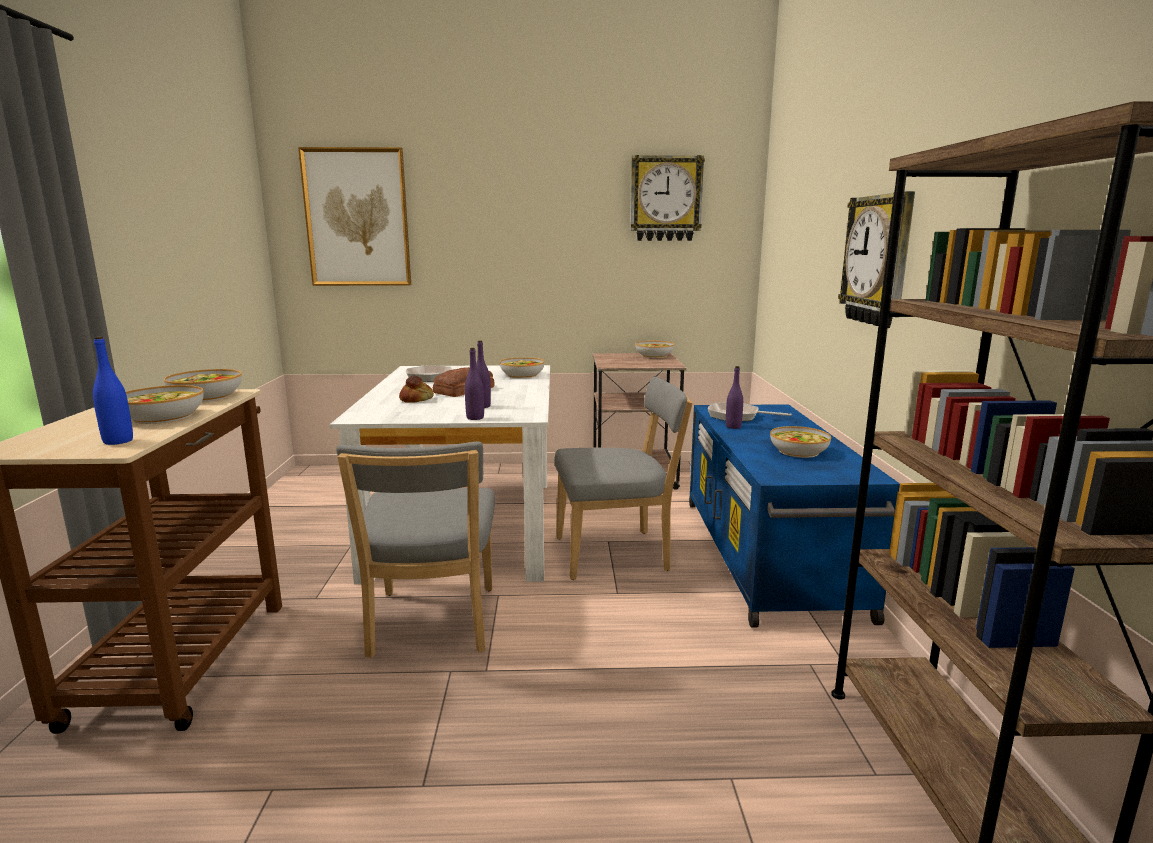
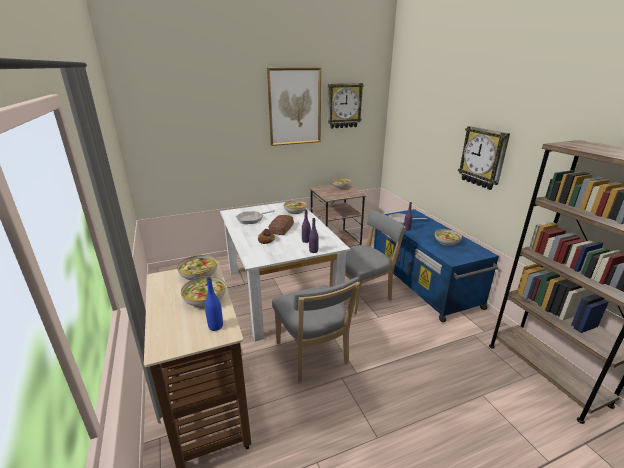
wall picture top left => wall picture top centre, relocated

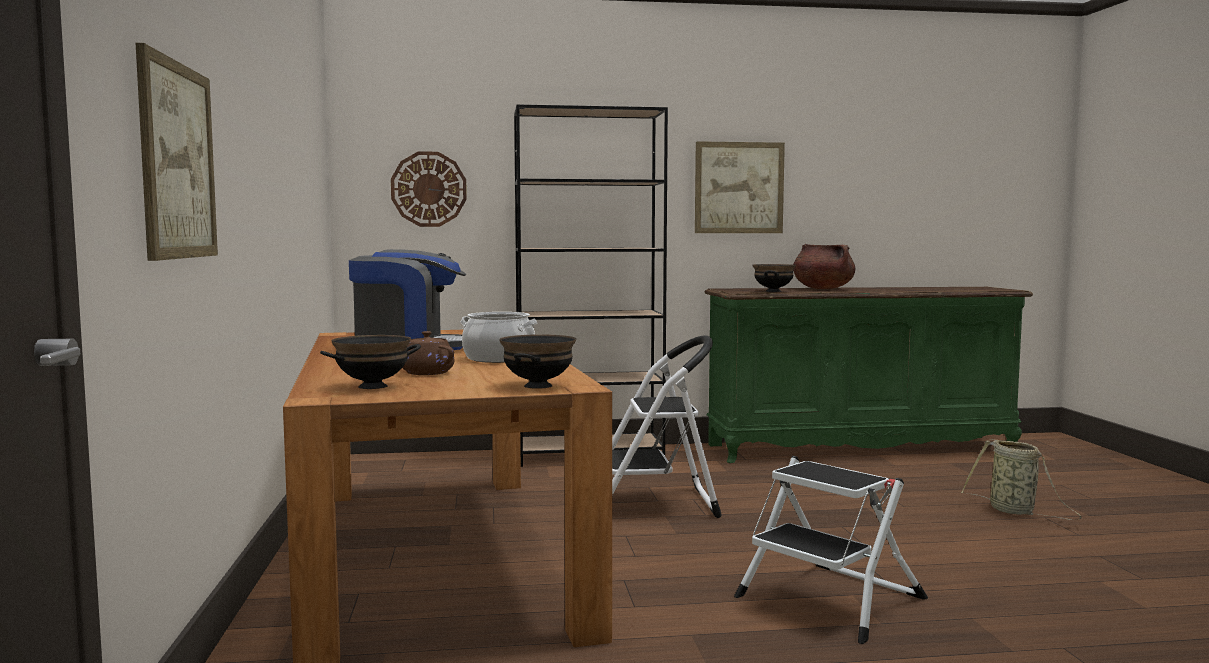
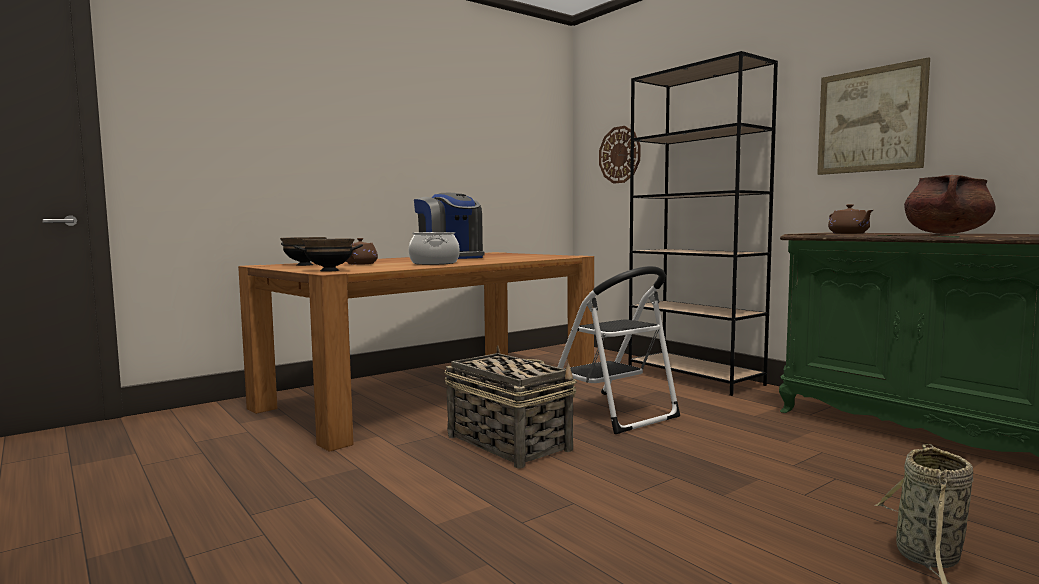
wall picture (no. 1 from left) top left => nothing
blackish deep dish (no. 3 from left) centre => brown teapot (no. 2 from left) middle right
step stool (no. 2 from left) bottom right => nothing
nothing => household basket (no. 1 from left) bottom centre

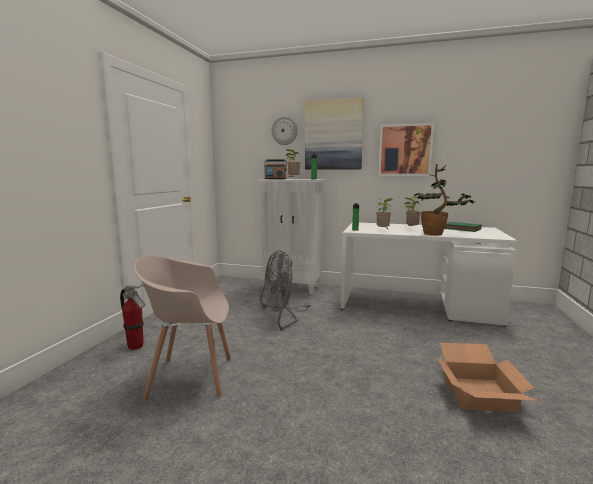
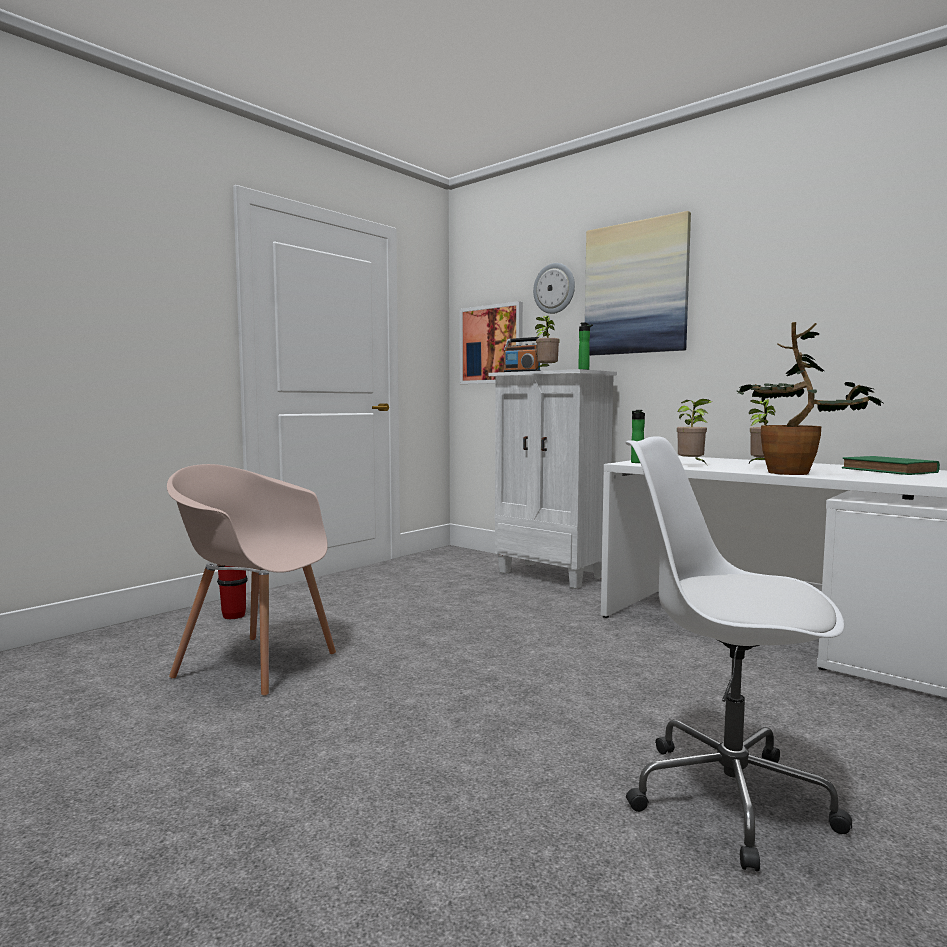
wall picture (no. 2 from left in the first image) top right => wall picture (no. 1 from left) centre, relocated
gray cooling fan centre => nothing
packing box bottom right => whitish computer chair bottom right

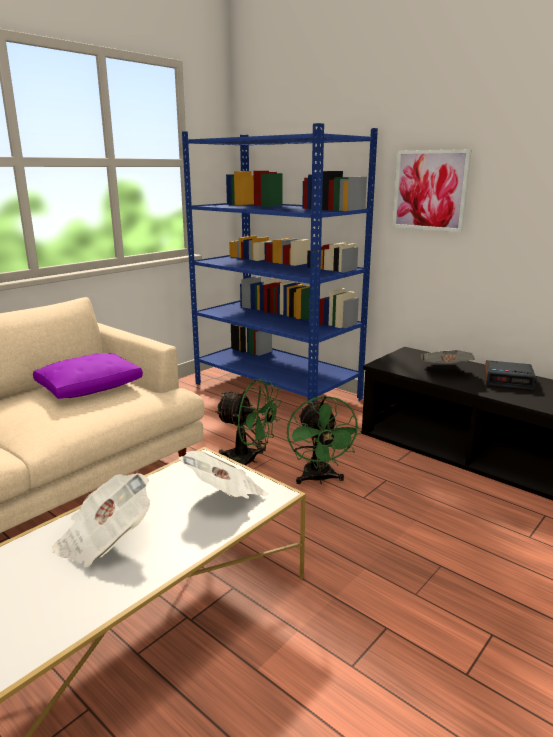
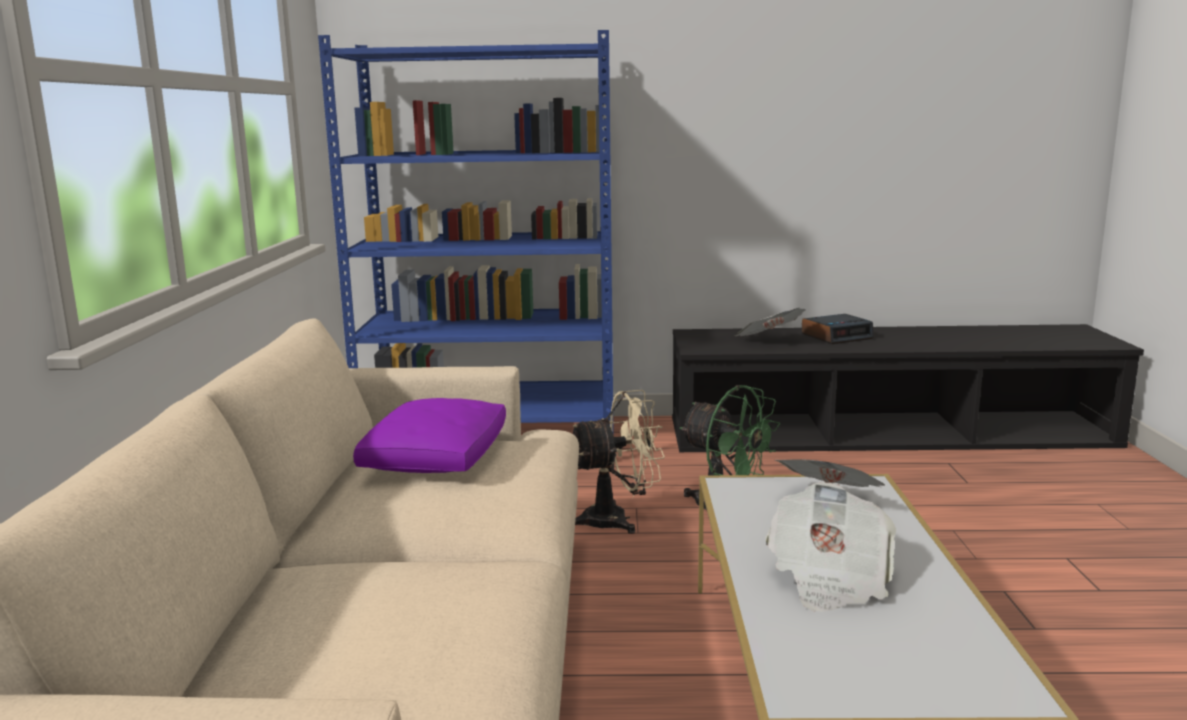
wall picture top right => nothing
green cooling fan (no. 1 from left) centre => sand-coloured cooling fan centre

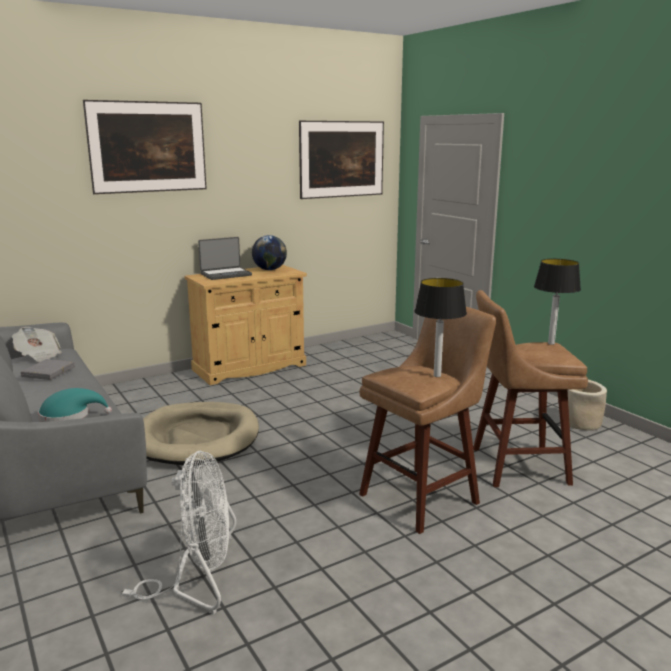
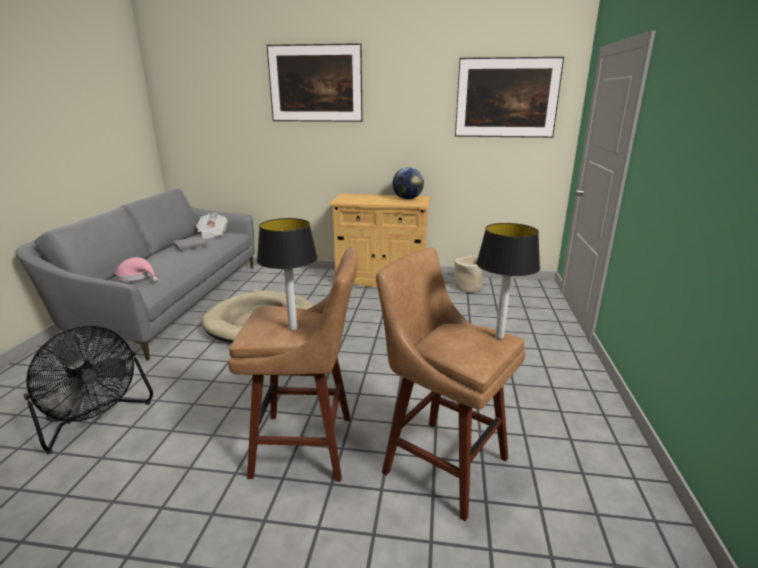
notebook computer centre => nothing
sand-coloured planter middle right => sand-coloured planter centre, relocated
blue-green clothing hat middle left => pink clothing hat middle left
whitish cooling fan bottom left => blackish cooling fan bottom left

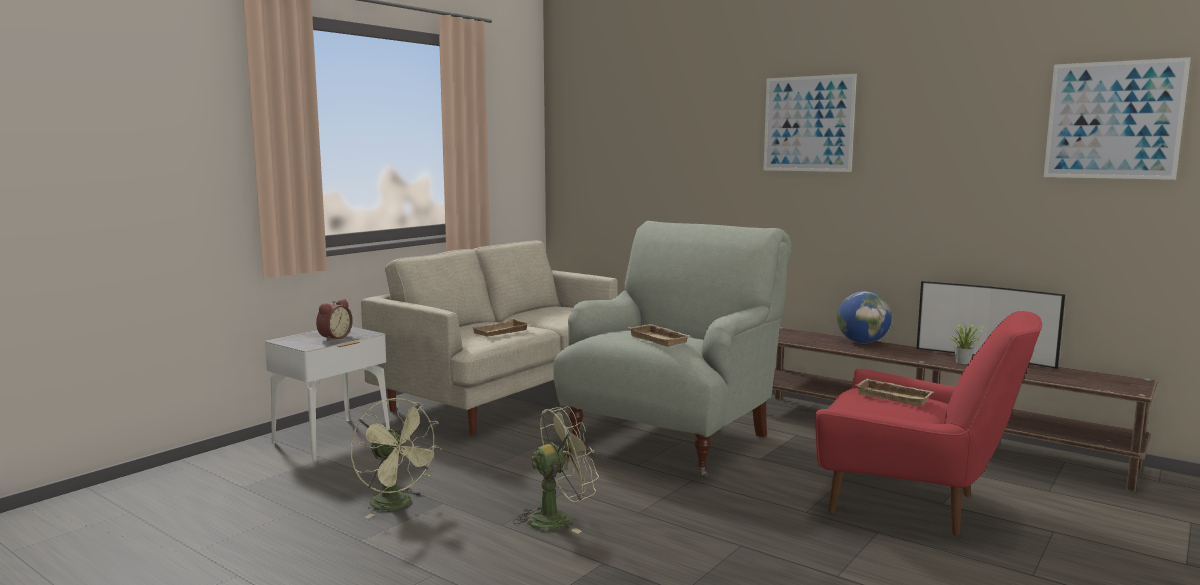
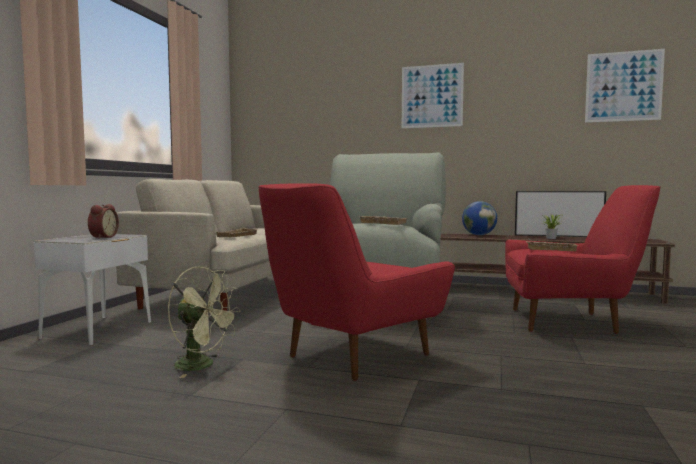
green cooling fan (no. 2 from left) bottom centre => red easy chair (no. 1 from left) centre

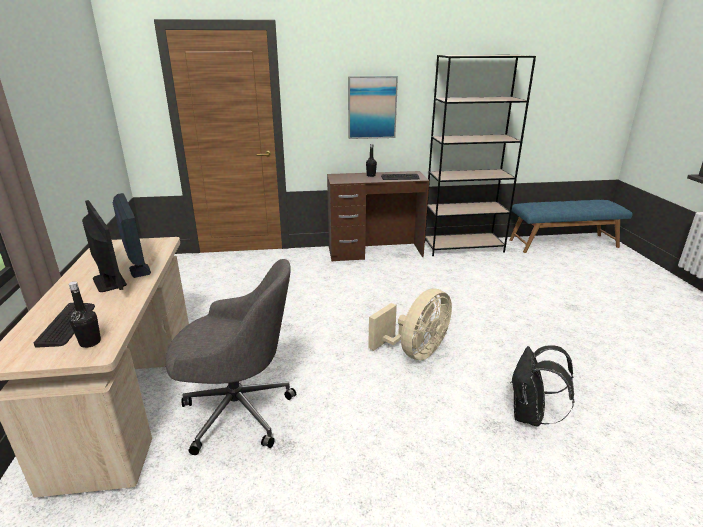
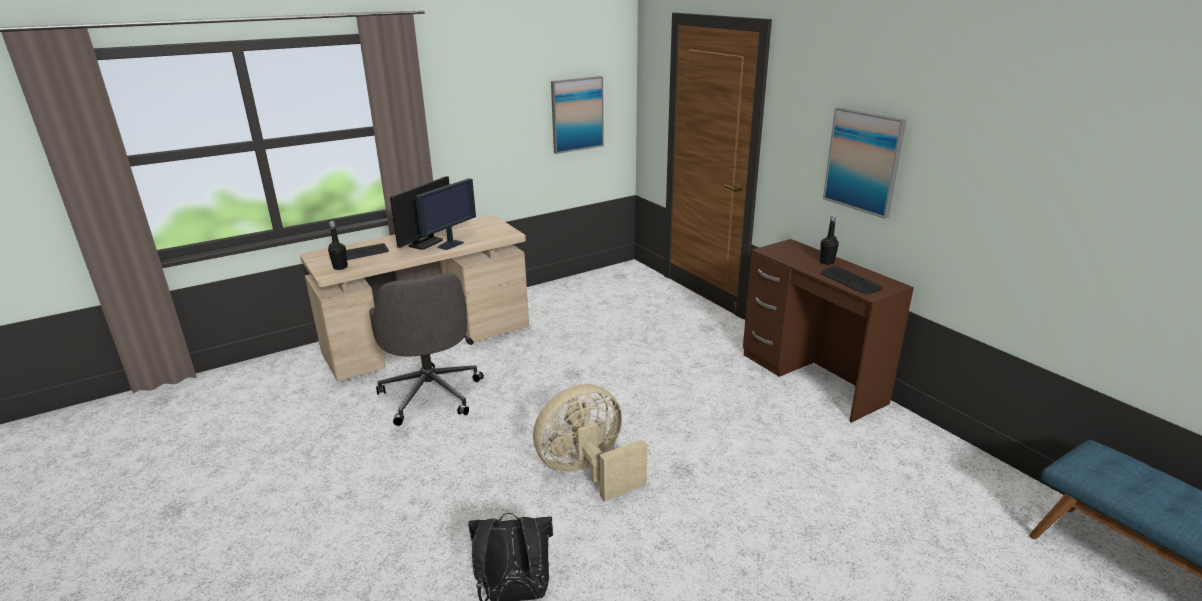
sand-coloured shelving unit top right => nothing
sand-coloured cooling fan centre => sand-coloured cooling fan bottom centre, 135 degrees clockwise
nothing => wall picture (no. 1 from left) top centre

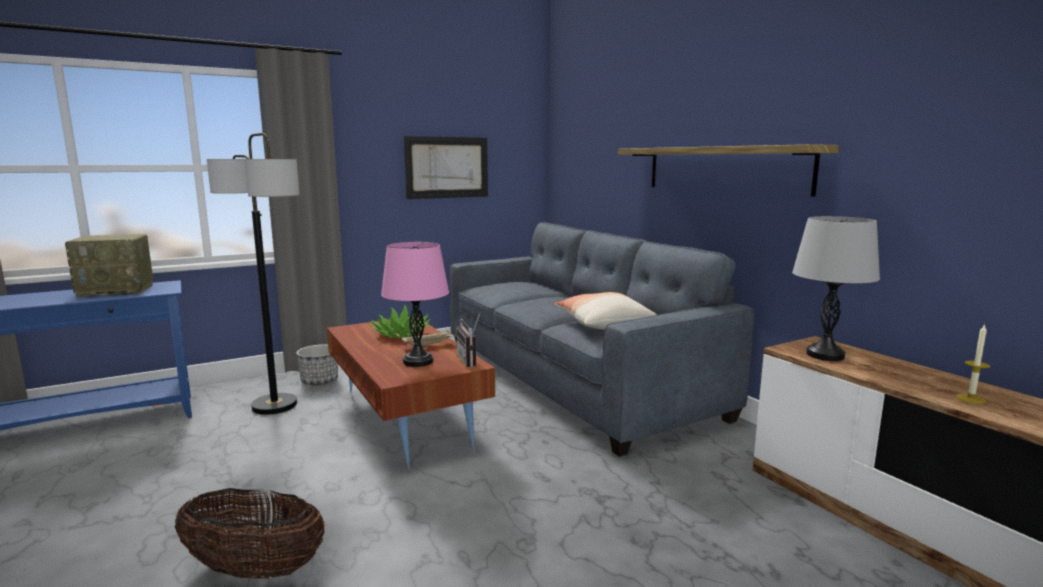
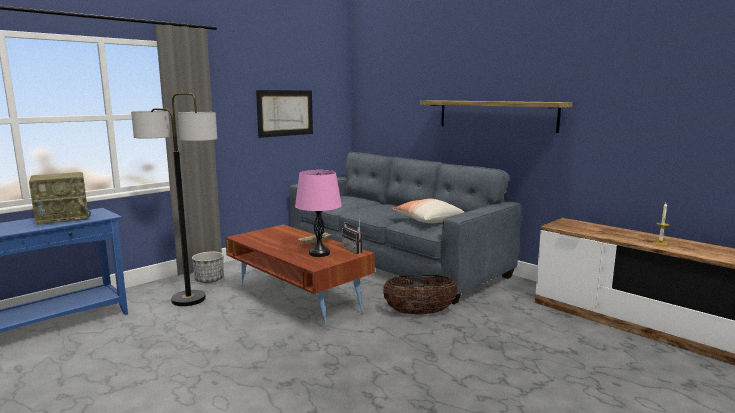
gray lamp for a table middle right => nothing
houseplant centre => nothing
household basket bottom left => household basket bottom centre, relocated

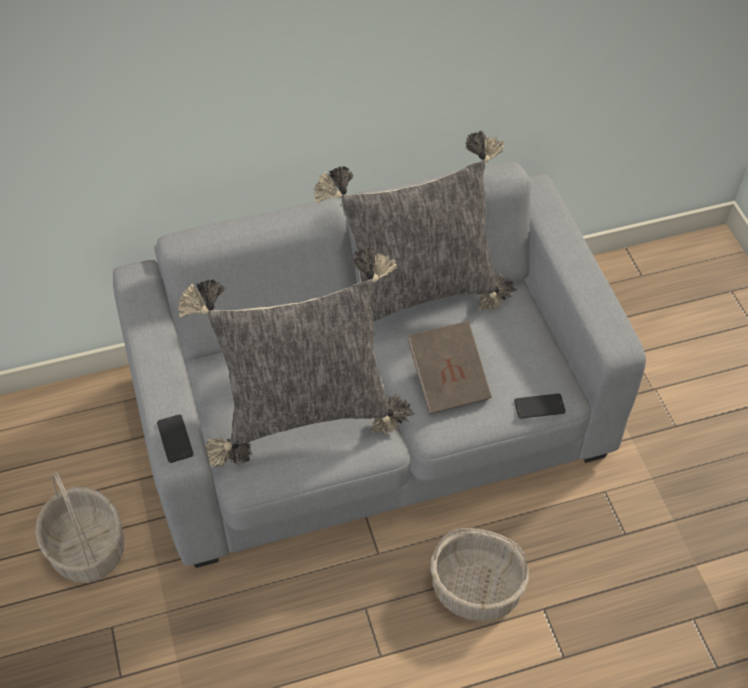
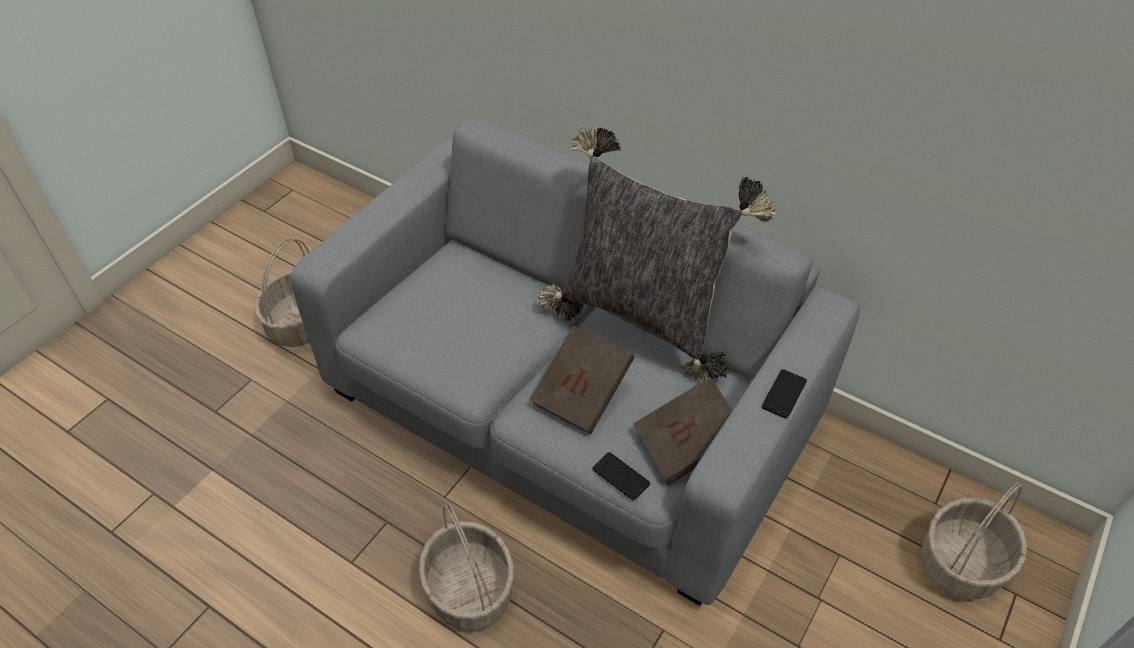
throw pillow (no. 1 from left) centre => nothing
handset (no. 1 from left in the first image) middle left => handset (no. 2 from left) middle right, relocated
nothing => brown volume (no. 2 from left) centre
nothing => household basket (no. 3 from left) bottom right

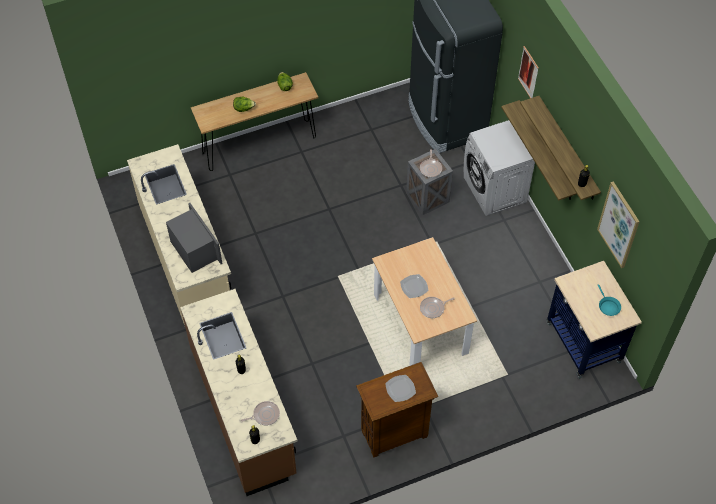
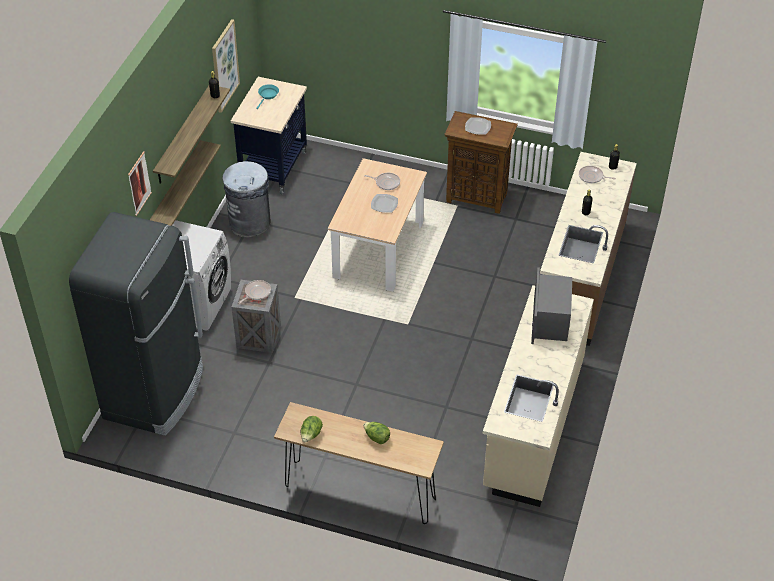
nothing => gray rubbish bin middle left

